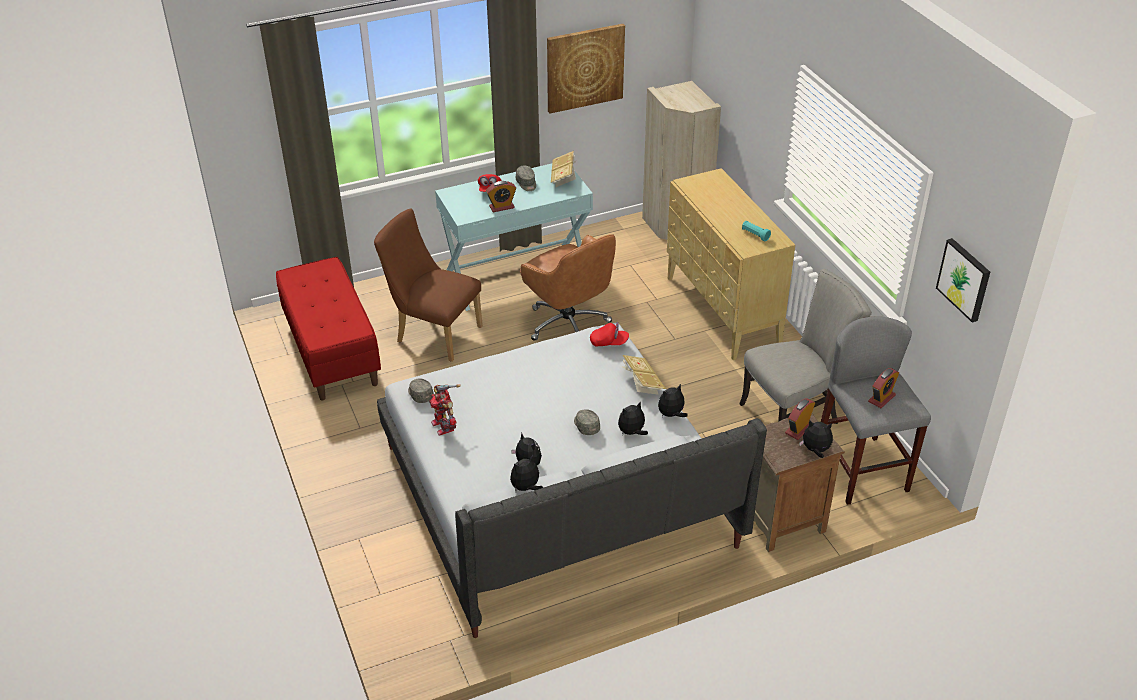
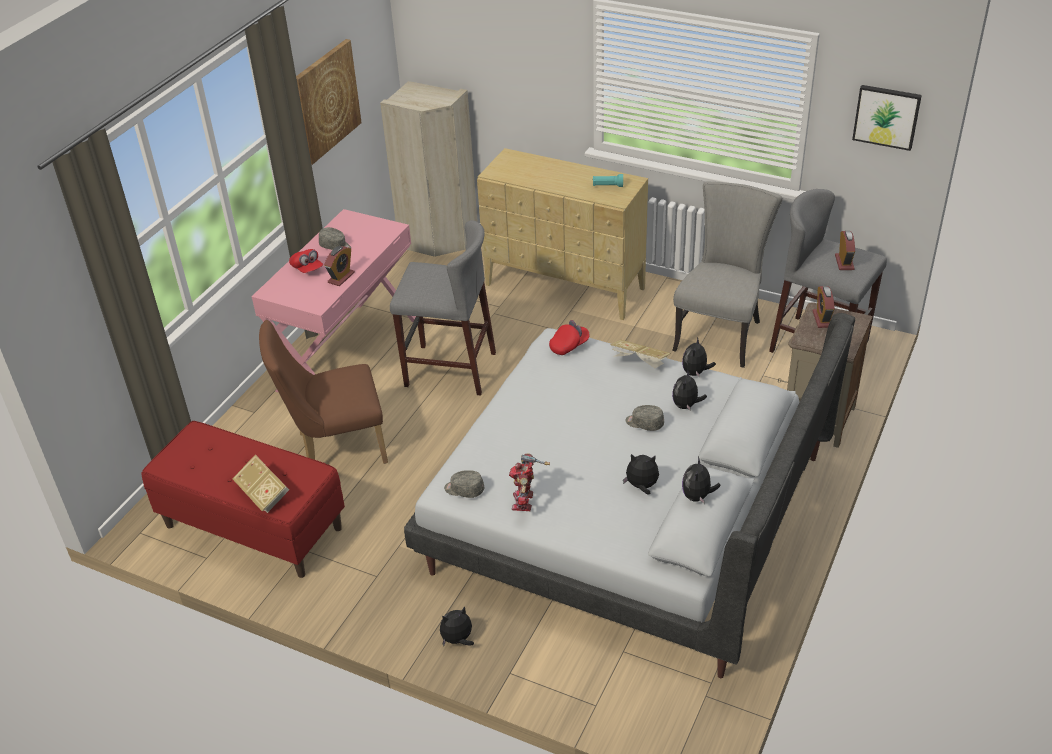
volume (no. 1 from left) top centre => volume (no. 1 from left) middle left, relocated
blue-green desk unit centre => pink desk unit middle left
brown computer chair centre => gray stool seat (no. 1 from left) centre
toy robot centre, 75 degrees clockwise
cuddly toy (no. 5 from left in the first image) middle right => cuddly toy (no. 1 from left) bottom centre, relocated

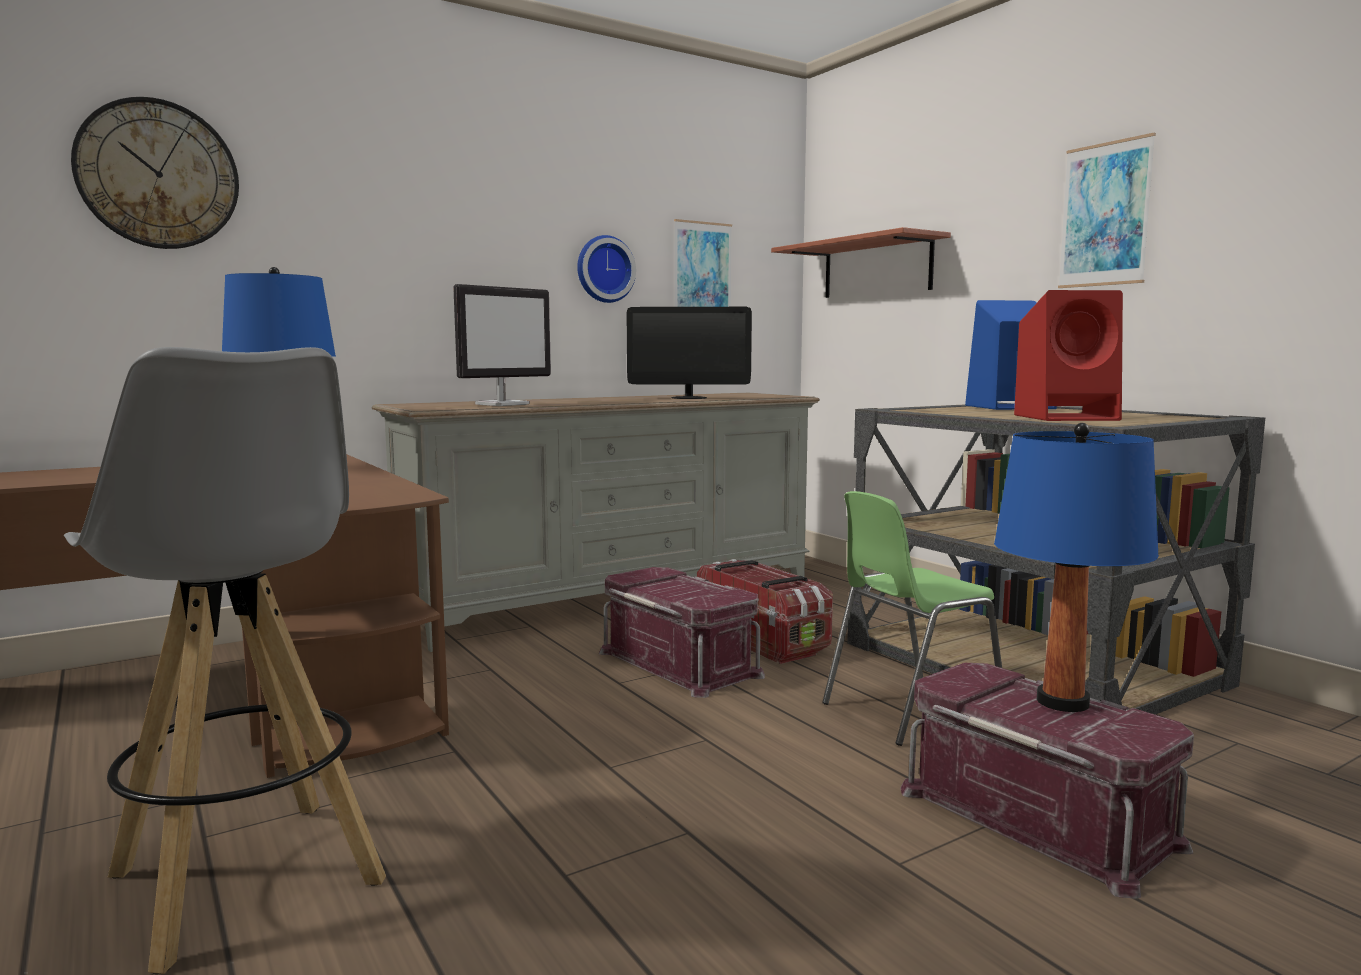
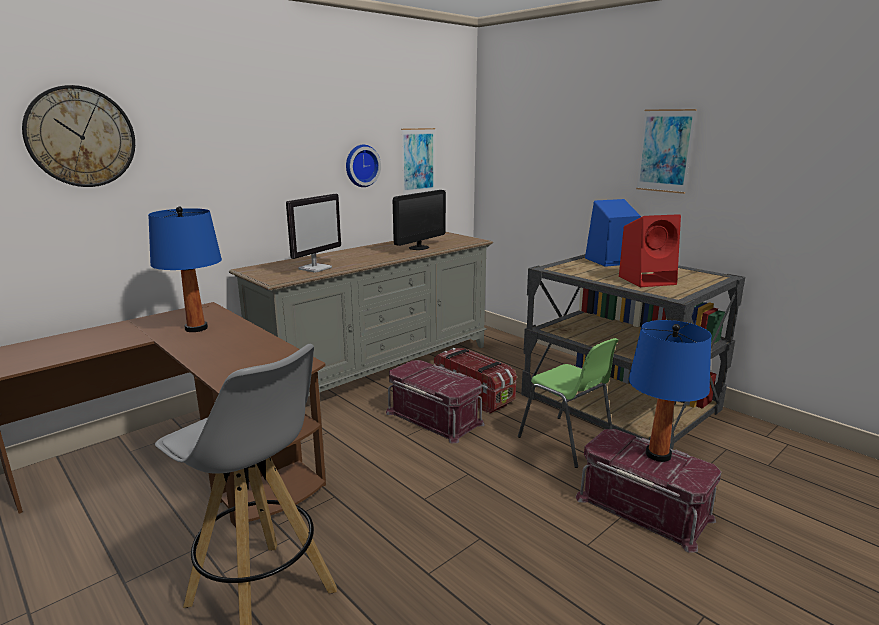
wall shelf top centre => nothing
computer display (no. 2 from left) centre, 45 degrees counterclockwise
green plain chair middle right => green plain chair centre, 90 degrees counterclockwise

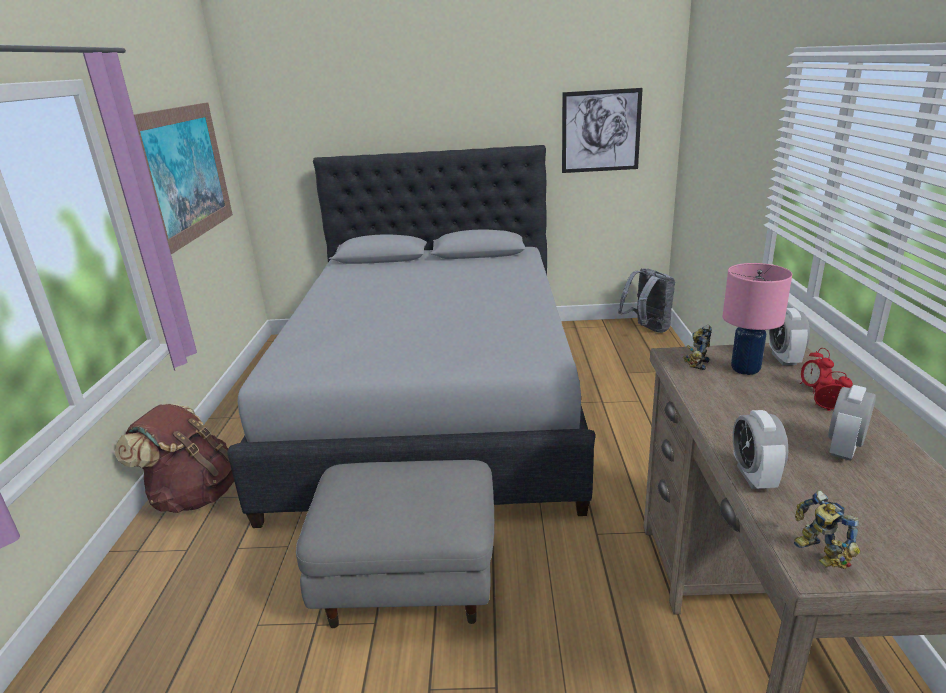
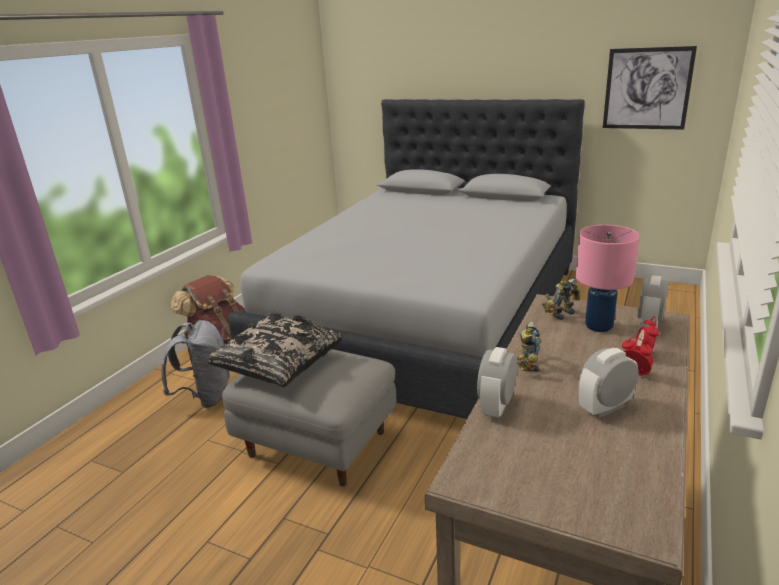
wall picture (no. 1 from left) top left => nothing
gray backpack middle right => gray backpack middle left, relocated
toy robot (no. 2 from left in the first image) bottom right => toy robot (no. 1 from left) middle right, relocated
nothing => blackish throw pillow centre

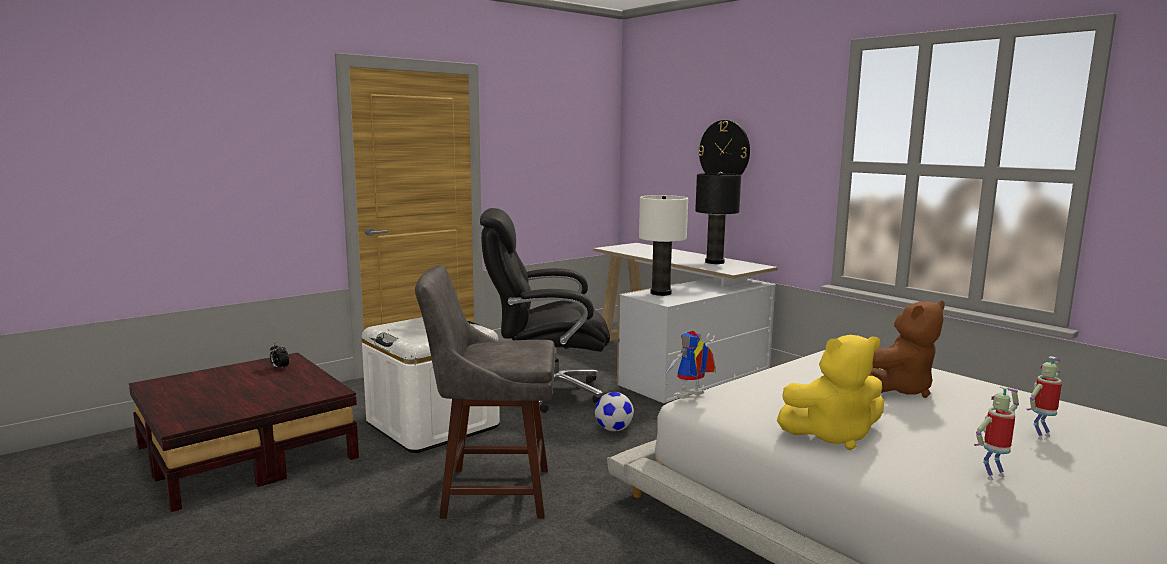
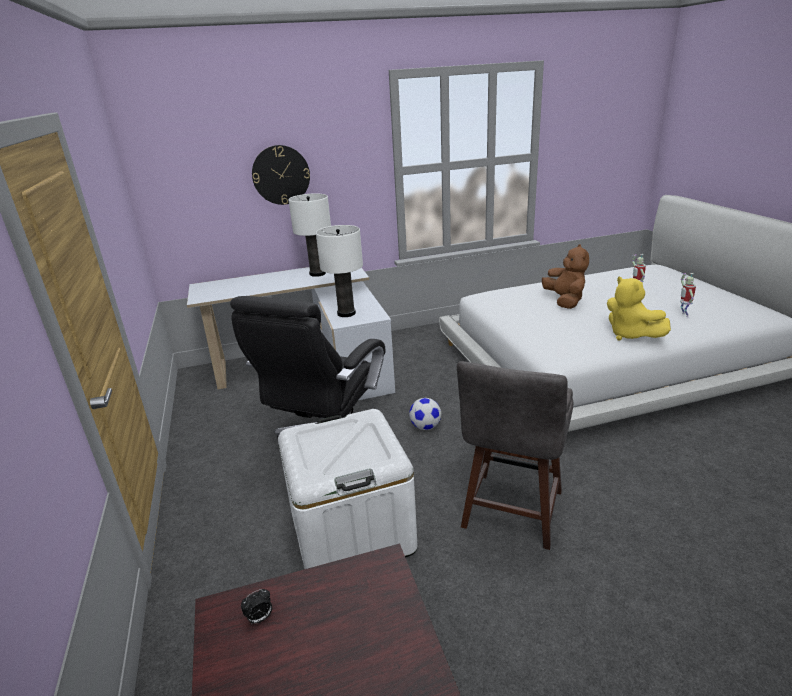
blackish lamp for a table centre => whitish lamp for a table (no. 1 from left) centre
toy robot (no. 1 from left) centre => nothing
yellowish cuddly toy bottom right => yellowish cuddly toy middle right, 135 degrees clockwise

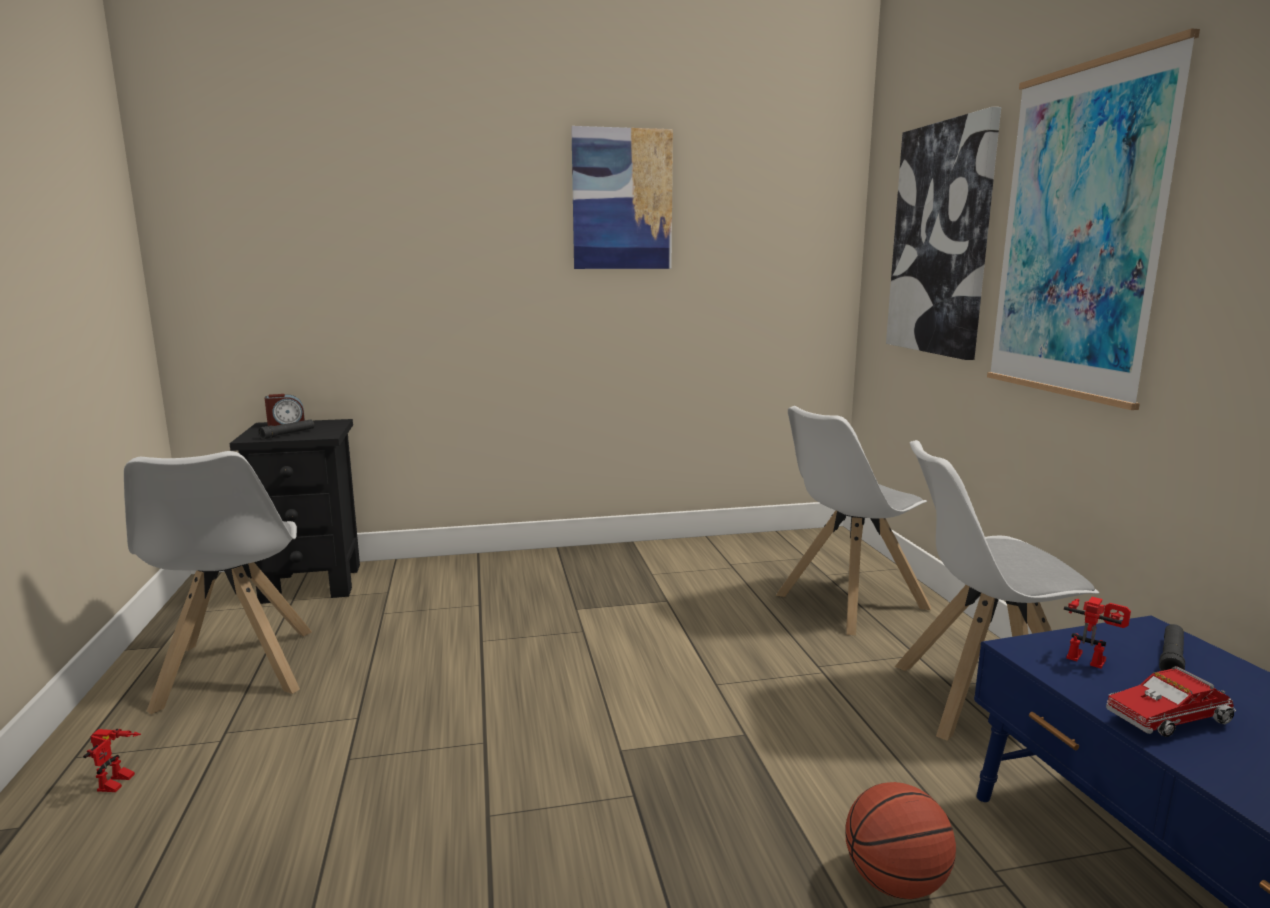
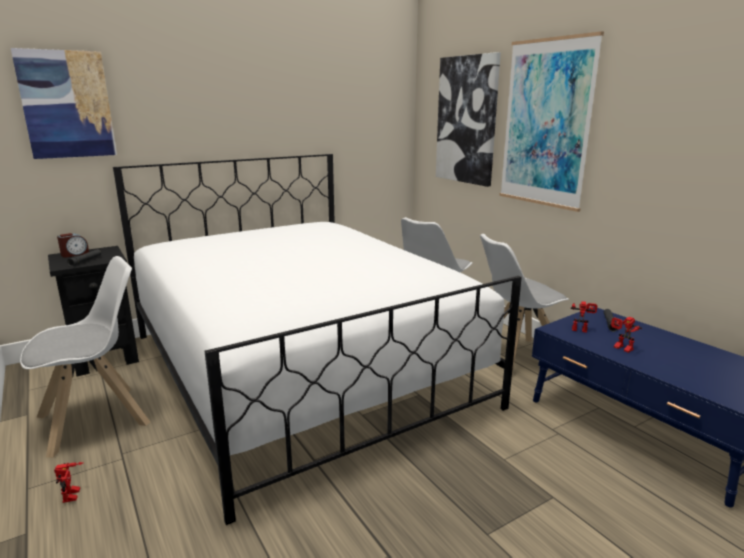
wall picture (no. 1 from left) top centre => wall picture (no. 1 from left) top left, relocated
plain chair (no. 1 from left) middle left, 90 degrees counterclockwise
toy lorry bottom right => toy robot (no. 3 from left) middle right
basketball ball bottom right => nothing
nothing => whitish sleeping bed centre

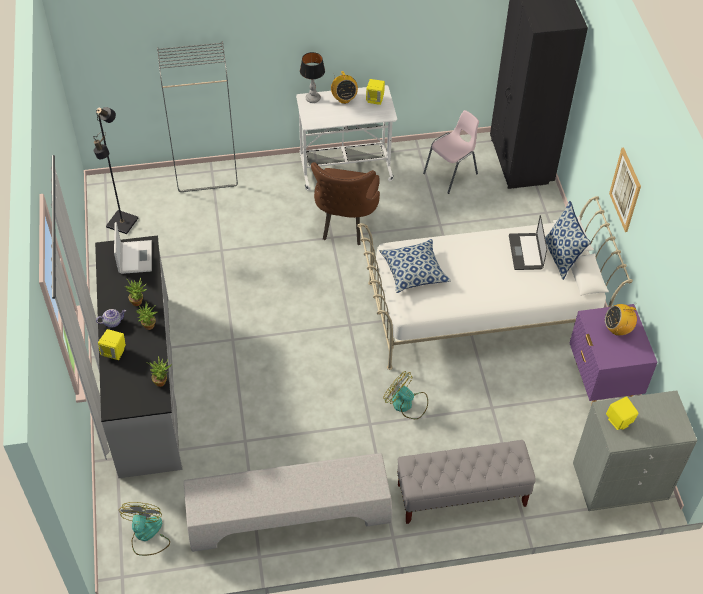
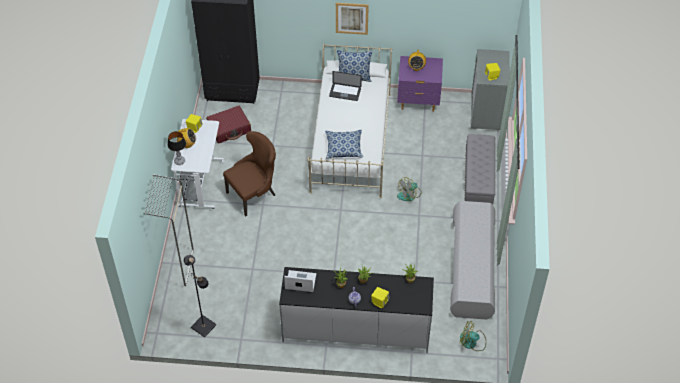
pink plain chair top centre => red piece of luggage top centre
brown plain chair centre, 60 degrees counterclockwise

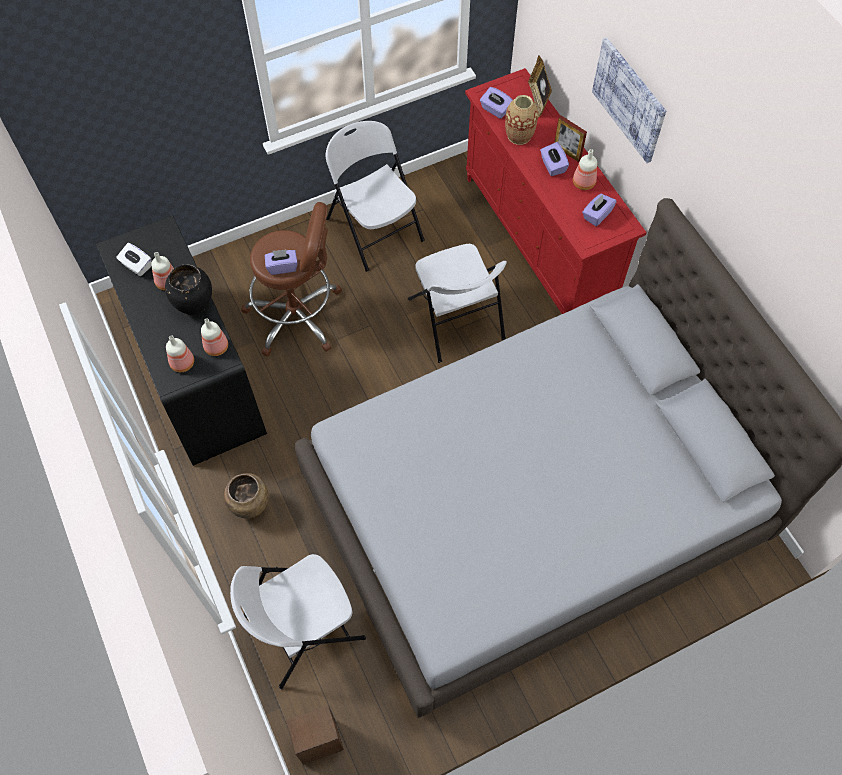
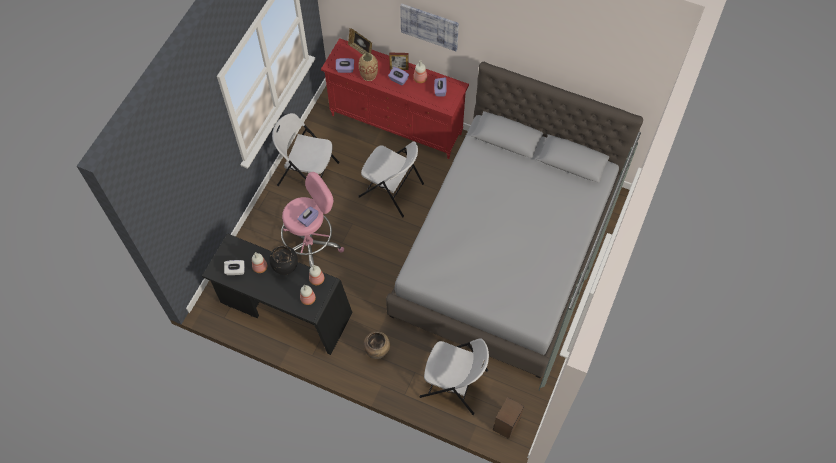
brown stool seat centre => pink stool seat centre
whitish plain chair (no. 1 from left in the first image) bottom centre => whitish plain chair (no. 3 from left) bottom centre, 90 degrees counterclockwise

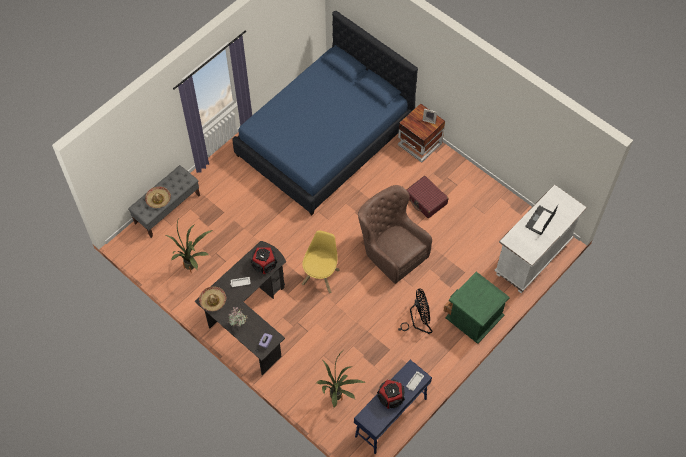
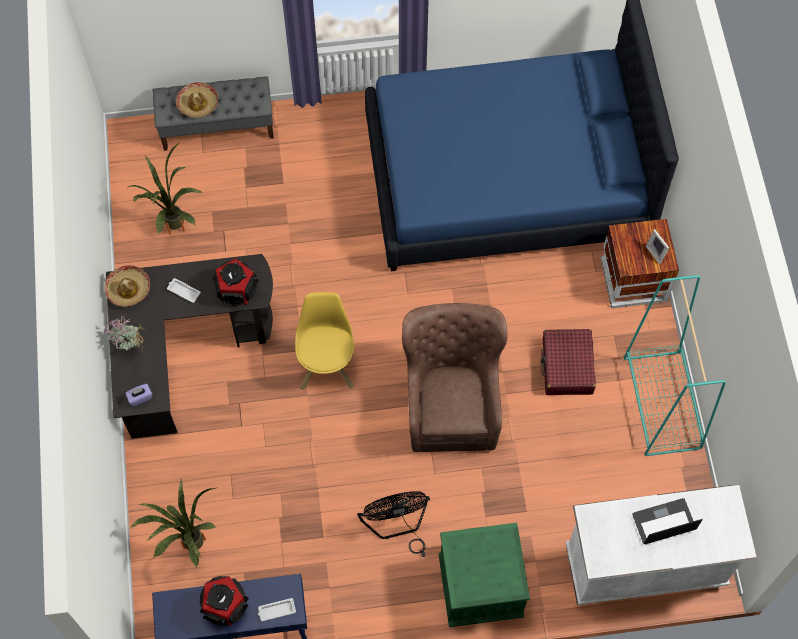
yellowish plain chair centre, 60 degrees counterclockwise
blackish cooling fan bottom centre, 135 degrees counterclockwise
nothing => blue-green garment rack middle right

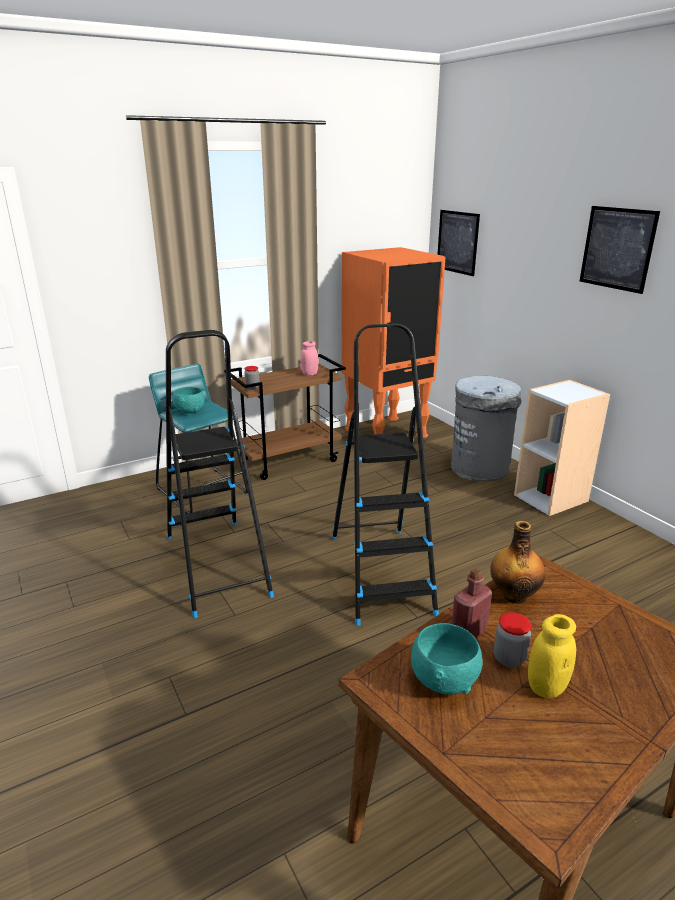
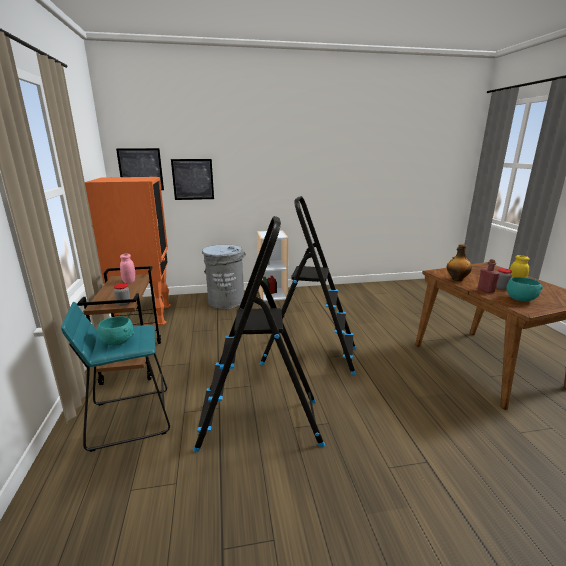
wall picture (no. 2 from left) top right => wall picture (no. 2 from left) top centre, relocated

